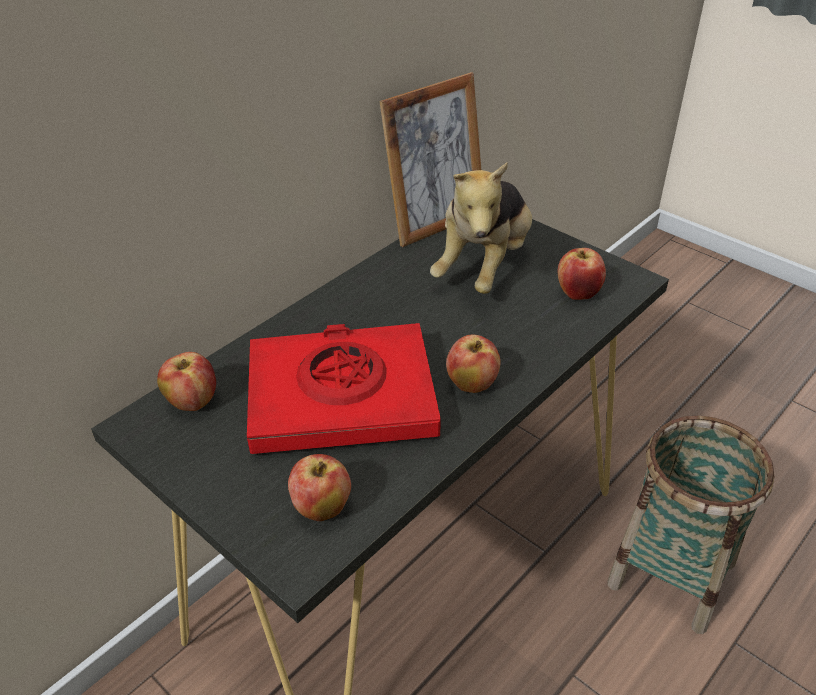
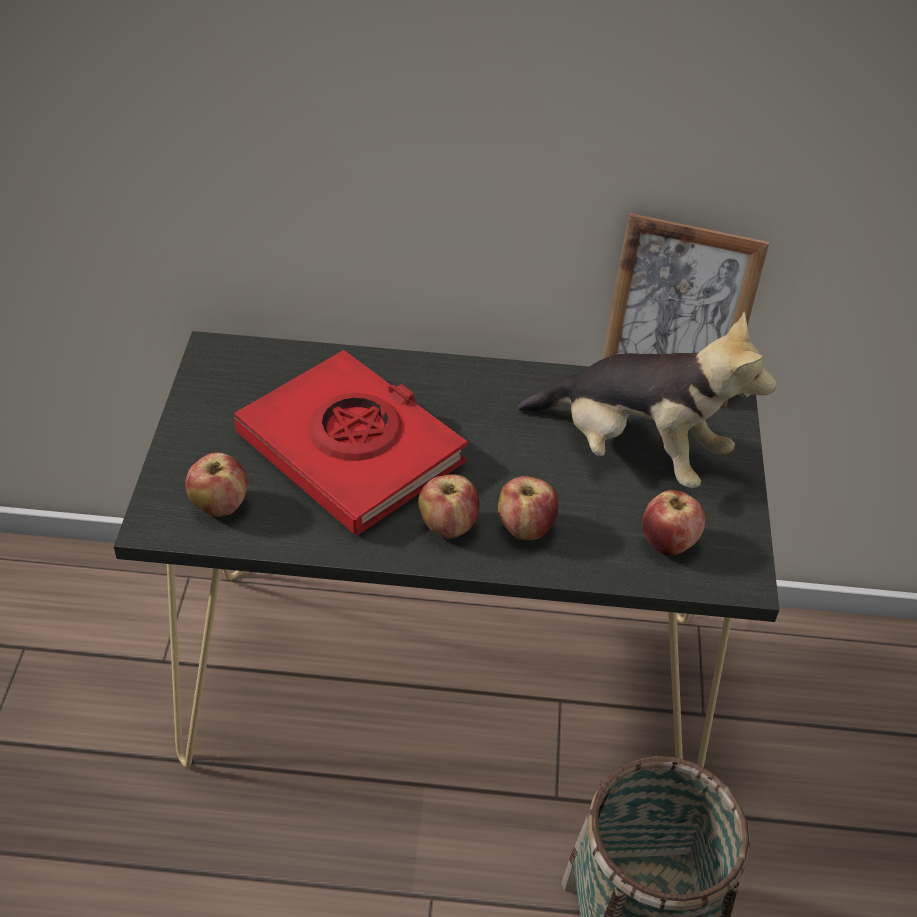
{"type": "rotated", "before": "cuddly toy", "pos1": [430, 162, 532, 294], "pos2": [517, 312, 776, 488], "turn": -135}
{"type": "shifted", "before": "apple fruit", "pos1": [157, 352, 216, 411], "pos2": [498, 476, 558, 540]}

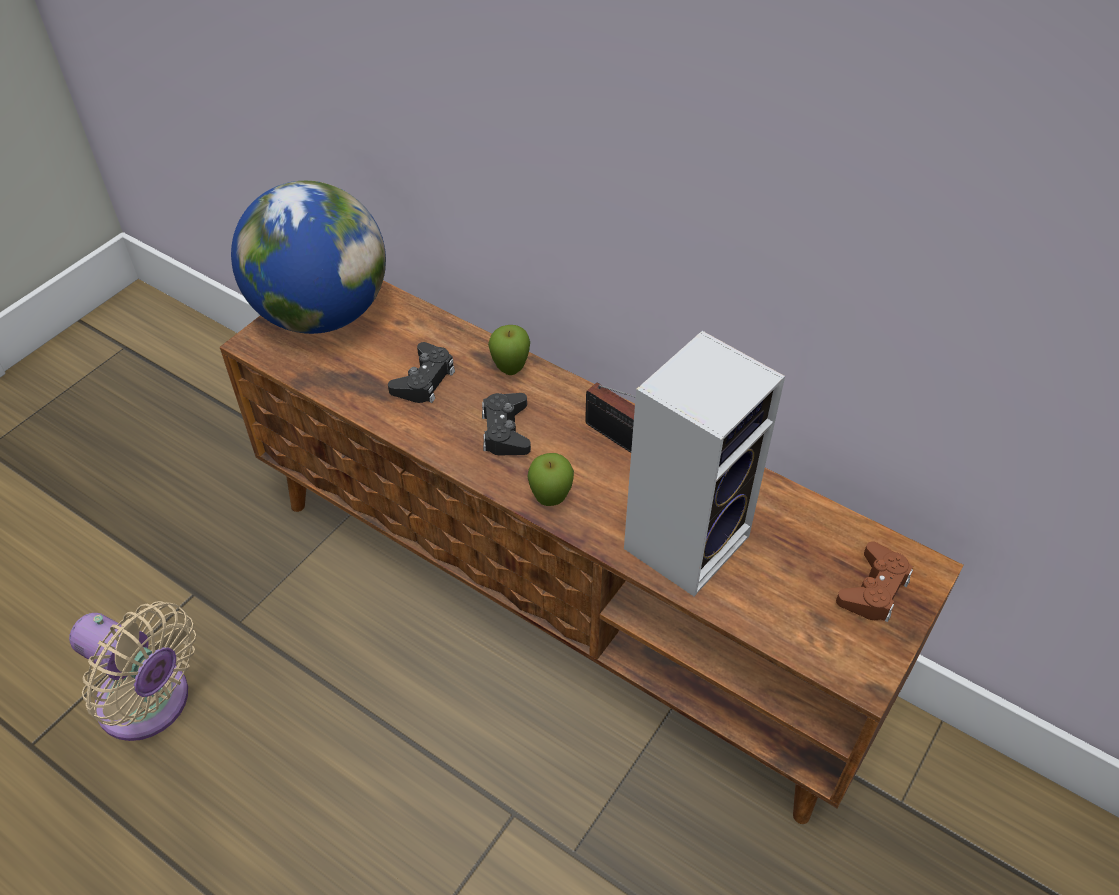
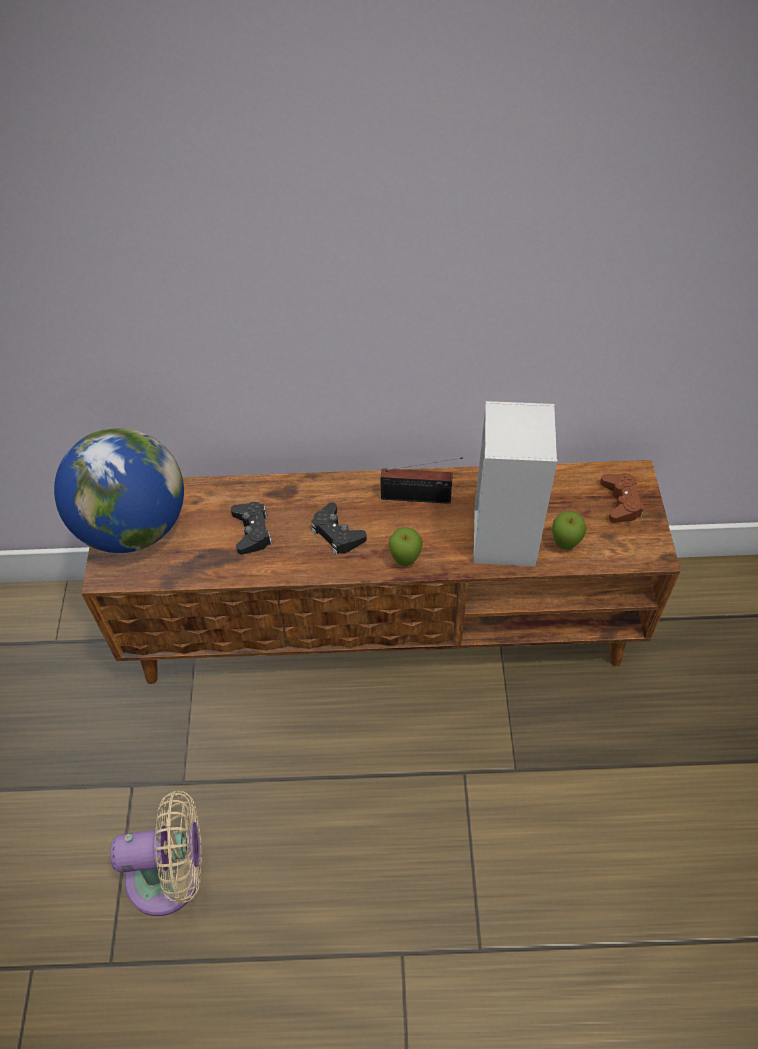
{"type": "shifted", "before": "apple fruit", "pos1": [488, 325, 530, 375], "pos2": [552, 511, 587, 549]}

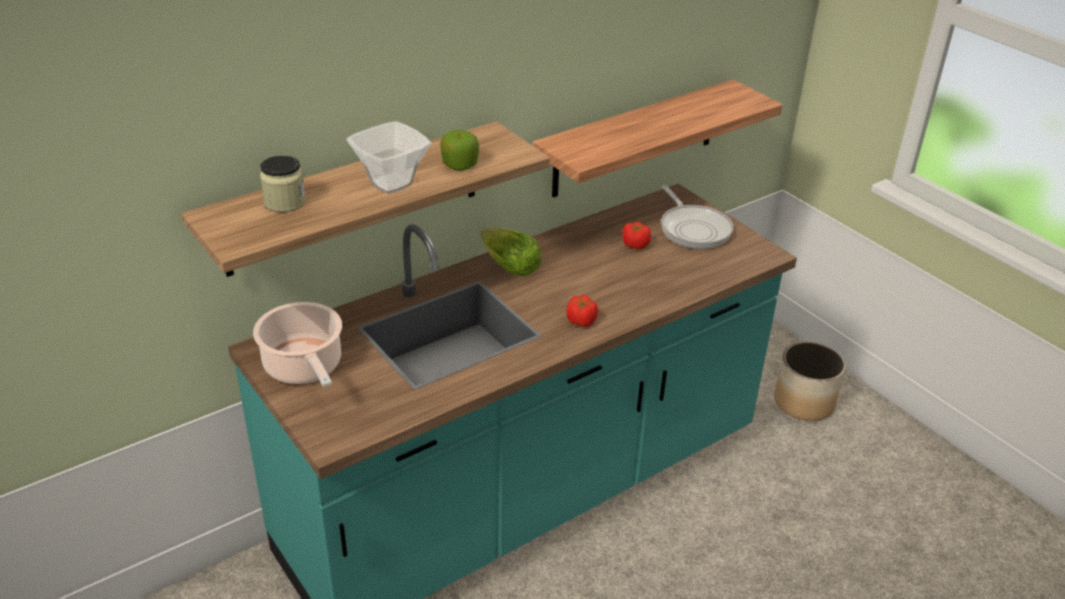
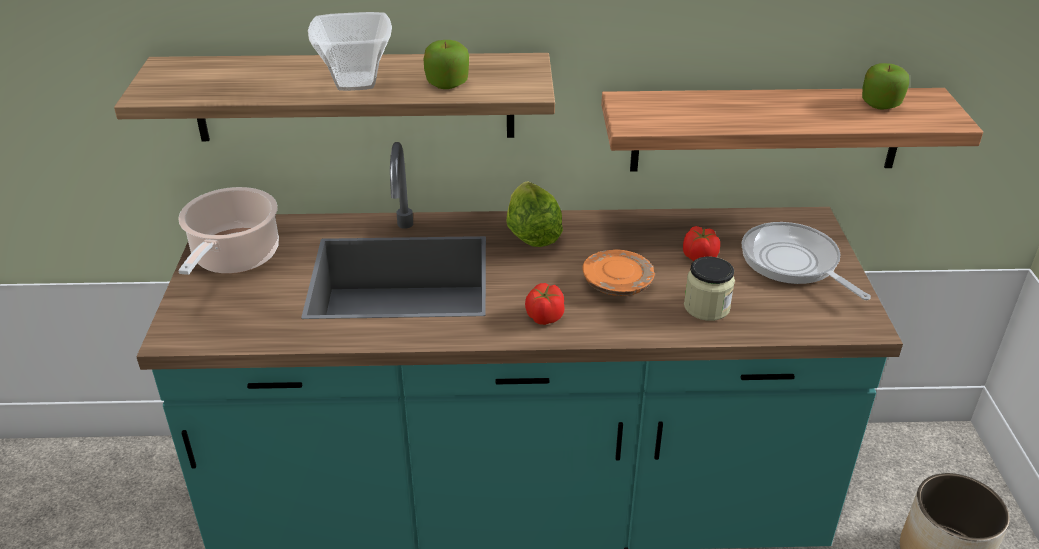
{"type": "shifted", "before": "jar", "pos1": [260, 155, 306, 212], "pos2": [684, 257, 735, 321]}
{"type": "rotated", "before": "skillet", "pos1": [661, 186, 733, 249], "pos2": [742, 222, 871, 300], "turn": 135}
{"type": "new", "after": "apple fruit", "pos2": [862, 63, 909, 110]}
{"type": "new", "after": "orange plate", "pos2": [582, 249, 655, 296]}

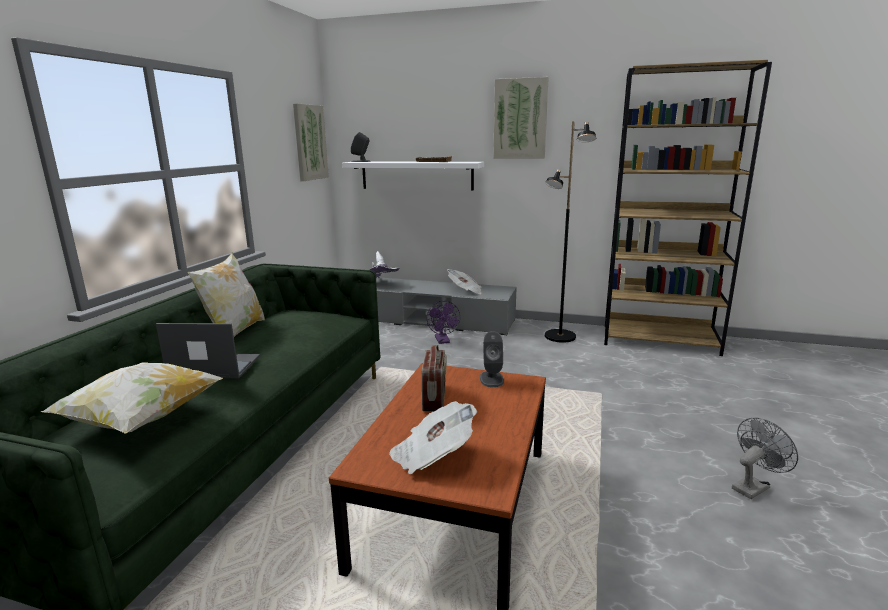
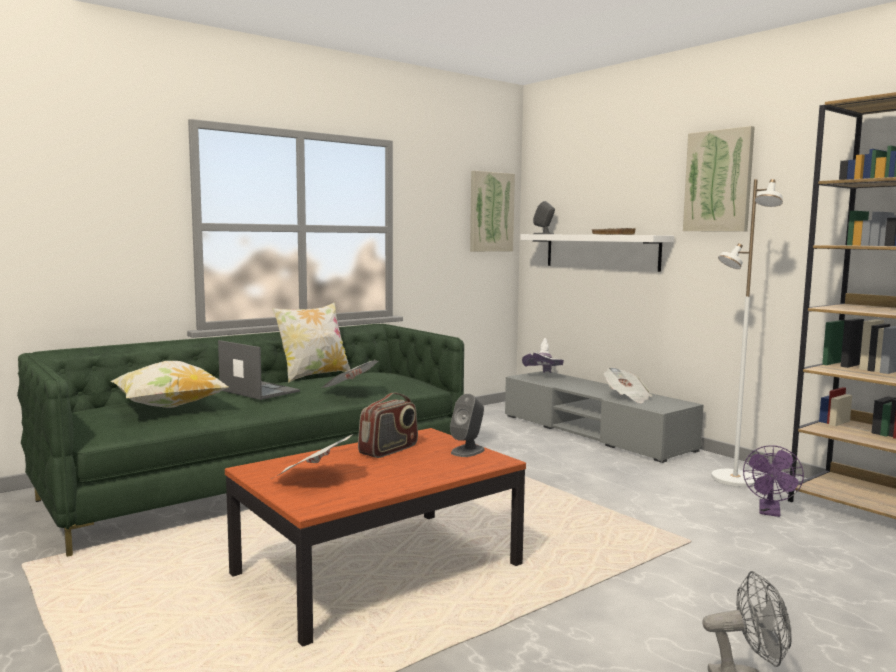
{"type": "repainted", "before": "black standing lamp", "after": "whitish standing lamp", "pos1": [545, 121, 596, 343], "pos2": [712, 179, 783, 487]}
{"type": "shifted", "before": "purple-coloured cooling fan", "pos1": [427, 301, 460, 344], "pos2": [743, 445, 804, 517]}
{"type": "new", "after": "daily paper", "pos2": [321, 360, 378, 388]}

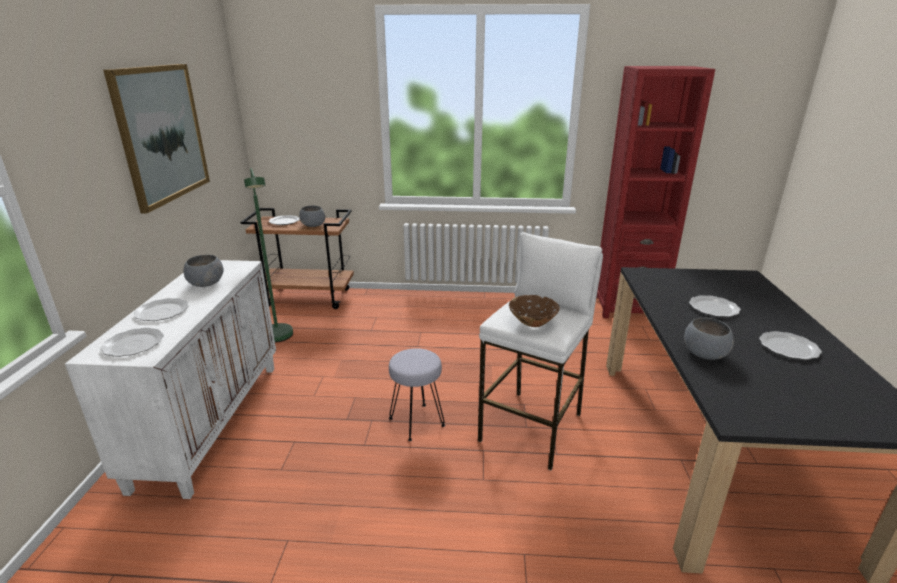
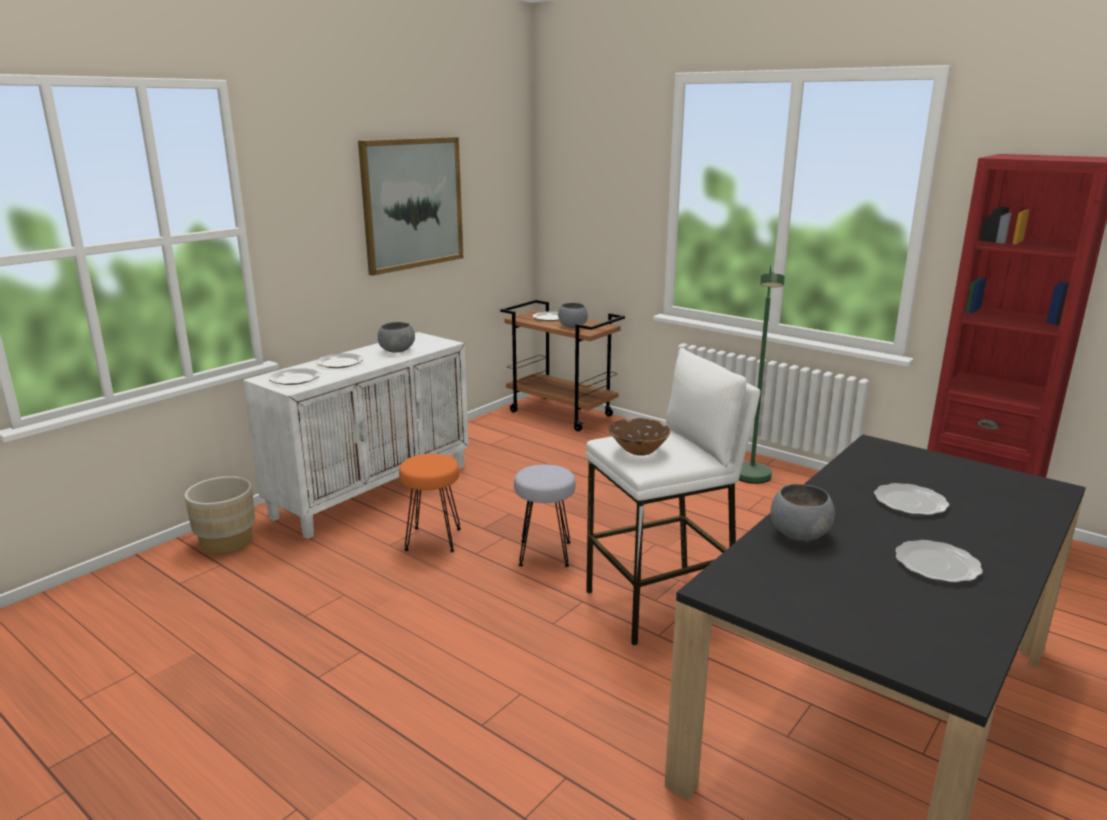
{"type": "shifted", "before": "green-coloured standing lamp", "pos1": [244, 168, 293, 342], "pos2": [739, 264, 785, 484]}
{"type": "new", "after": "orange stool seat", "pos2": [399, 454, 461, 552]}
{"type": "new", "after": "beige planter", "pos2": [184, 476, 255, 554]}

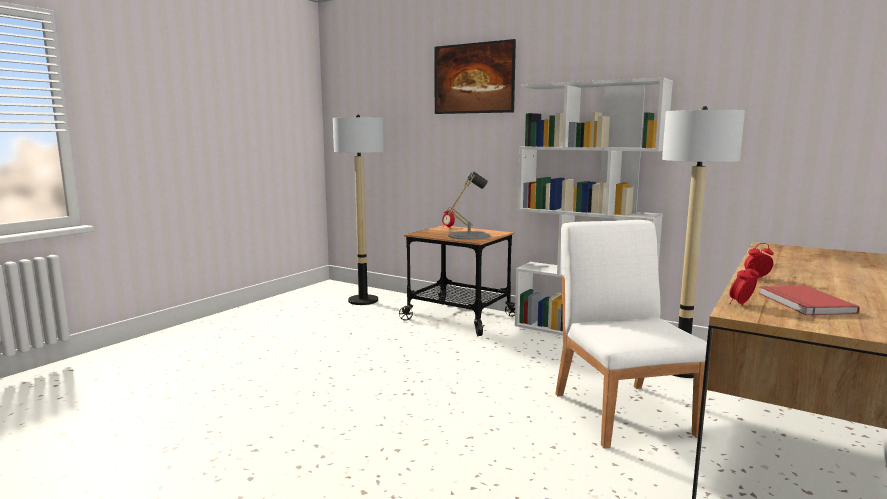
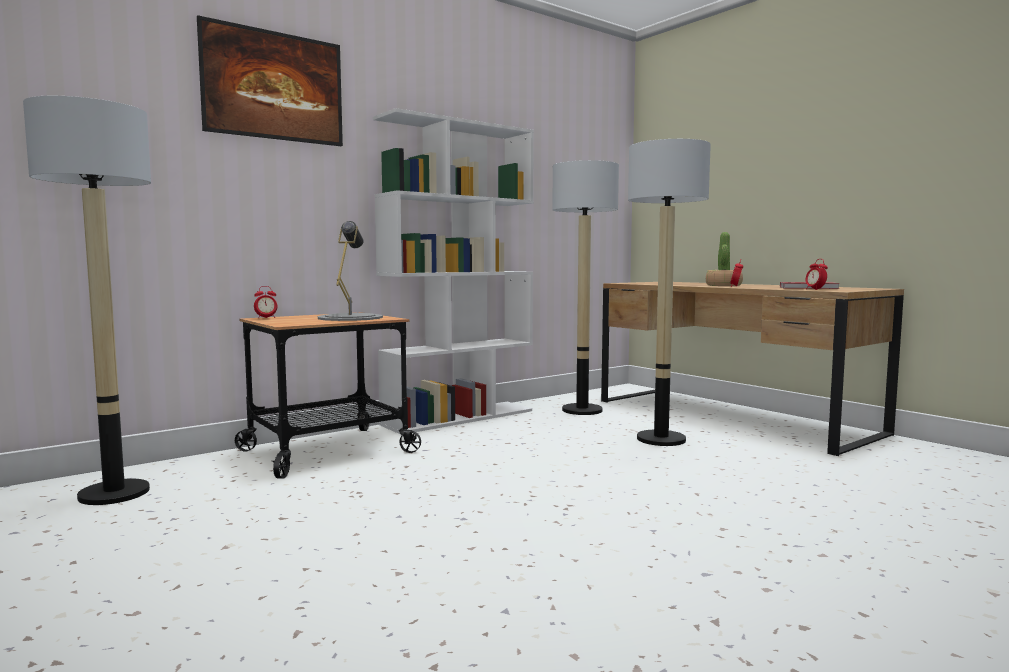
{"type": "swapped", "before": "whitish upright chair", "after": "standing lamp", "pos1": [555, 220, 707, 449], "pos2": [628, 139, 711, 446]}
{"type": "new", "after": "potted plant", "pos2": [706, 232, 743, 286]}

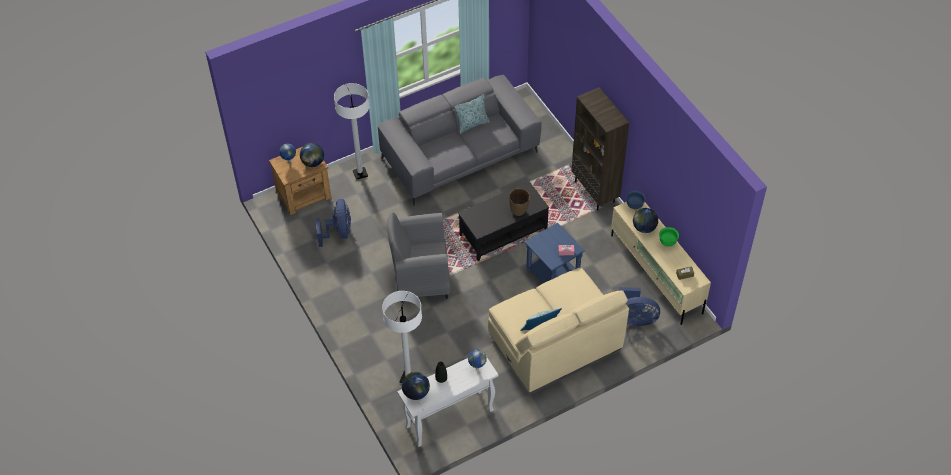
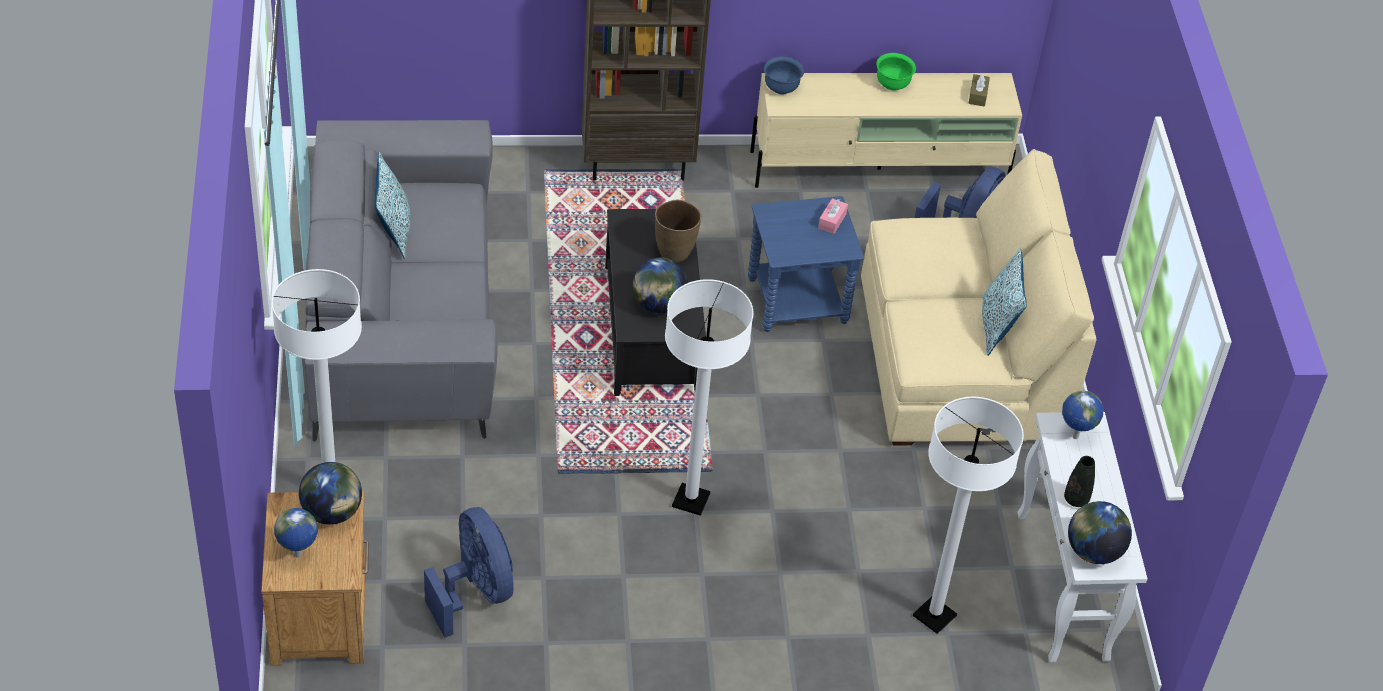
{"type": "rotated", "before": "bluish cooling fan", "pos1": [316, 199, 351, 247], "pos2": [424, 507, 514, 638], "turn": 45}
{"type": "shifted", "before": "desk globe", "pos1": [633, 208, 658, 233], "pos2": [632, 257, 688, 313]}
{"type": "swapped", "before": "gray lounge chair", "after": "whitish standing lamp", "pos1": [387, 212, 450, 303], "pos2": [665, 279, 754, 516]}

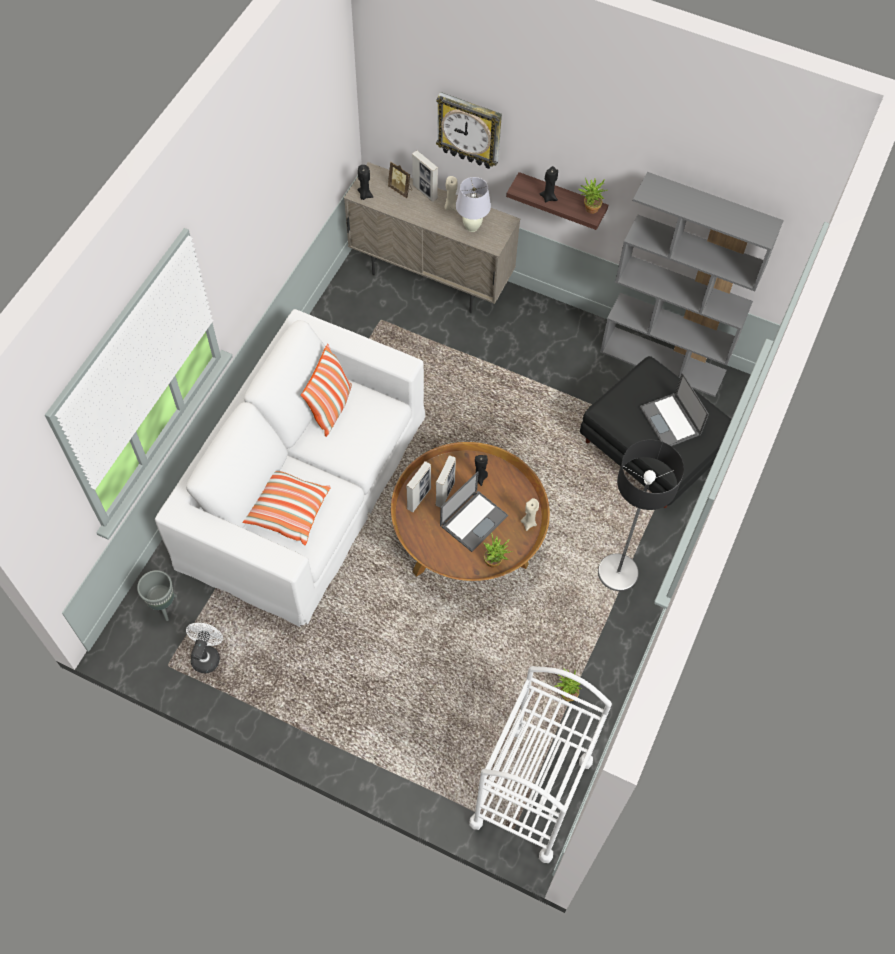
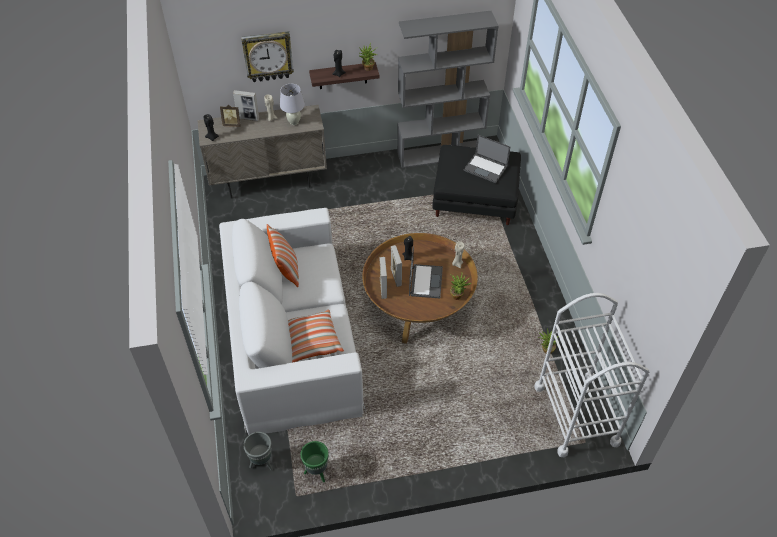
{"type": "gone", "before": "standing lamp", "pos1": [598, 440, 684, 592]}
{"type": "swapped", "before": "whitish cooling fan", "after": "green-coloured planter", "pos1": [186, 623, 223, 673], "pos2": [300, 441, 329, 482]}

